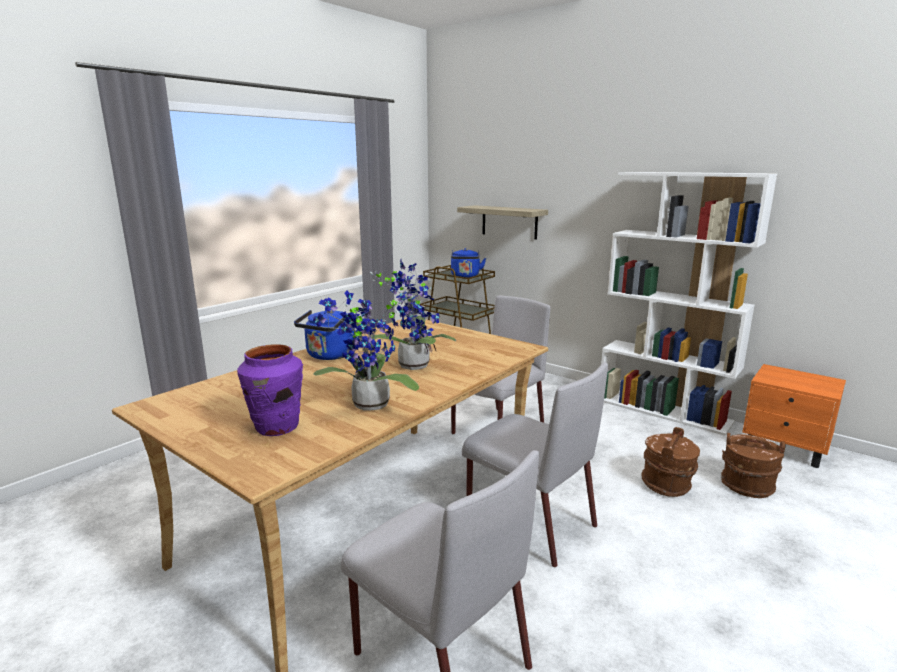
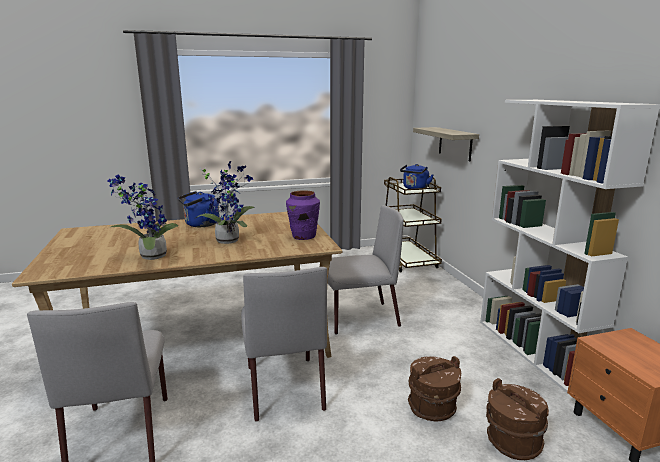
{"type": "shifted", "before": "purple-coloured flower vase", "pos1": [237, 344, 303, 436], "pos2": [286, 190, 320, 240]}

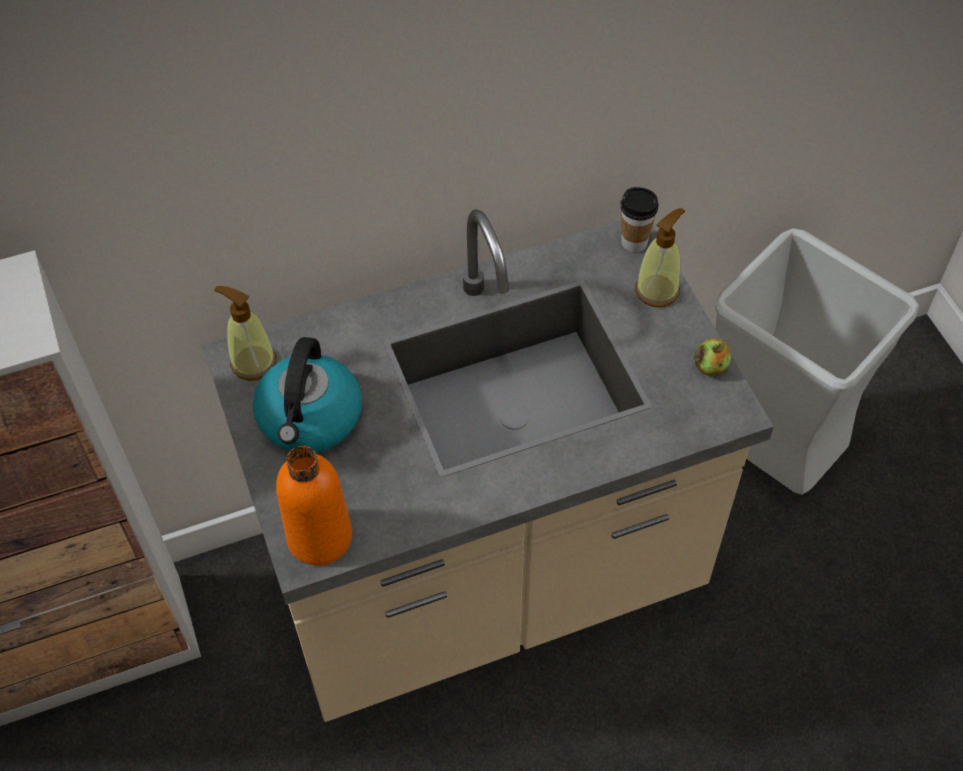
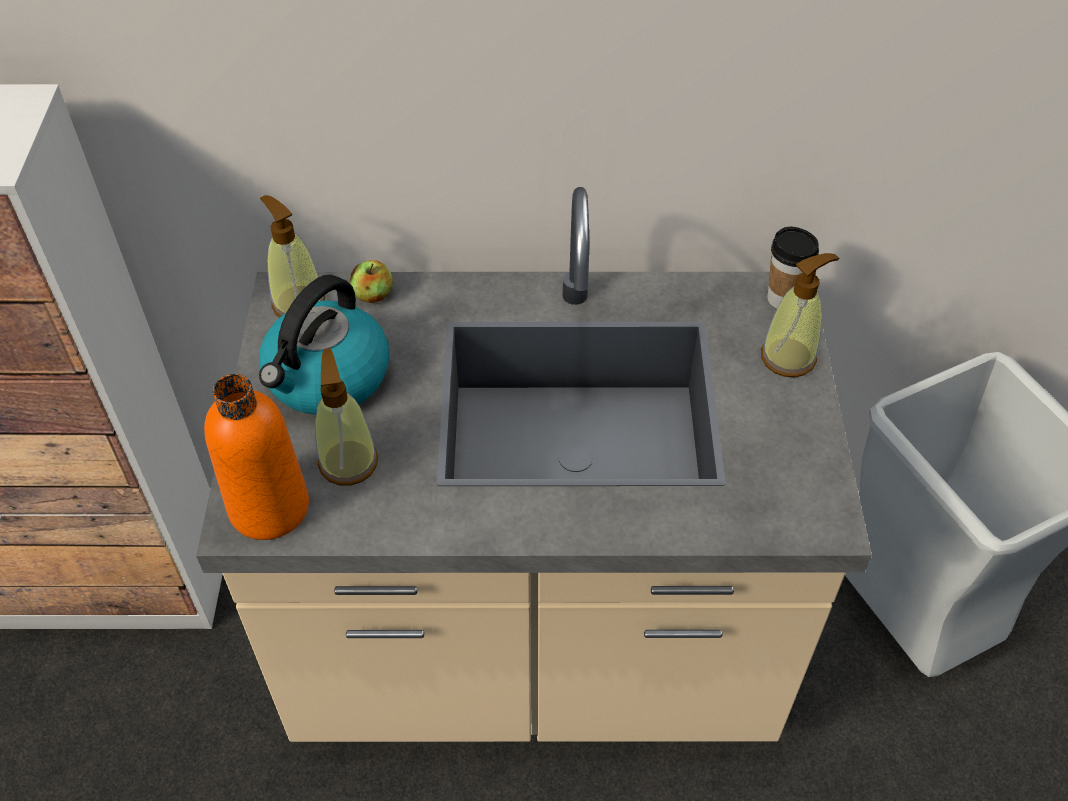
{"type": "shifted", "before": "apple fruit", "pos1": [694, 338, 731, 375], "pos2": [350, 260, 393, 303]}
{"type": "new", "after": "soap dispenser", "pos2": [315, 348, 378, 485]}

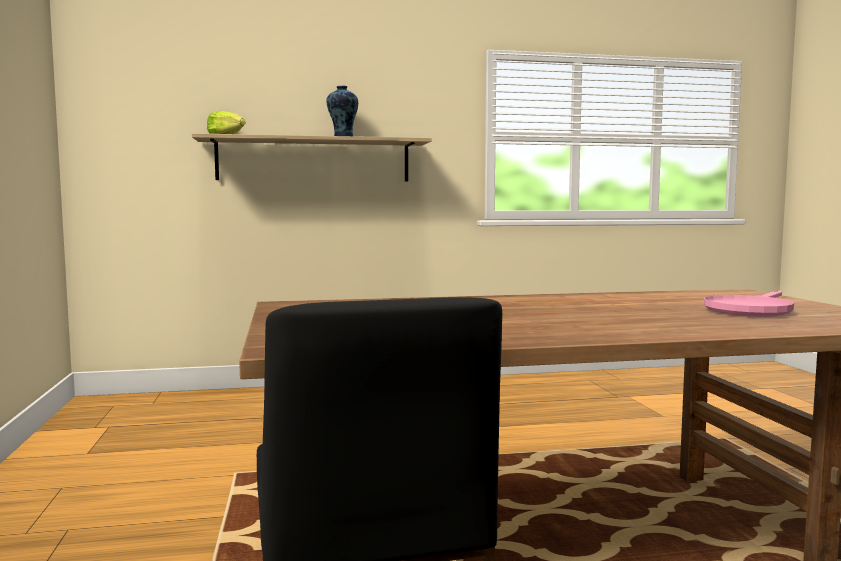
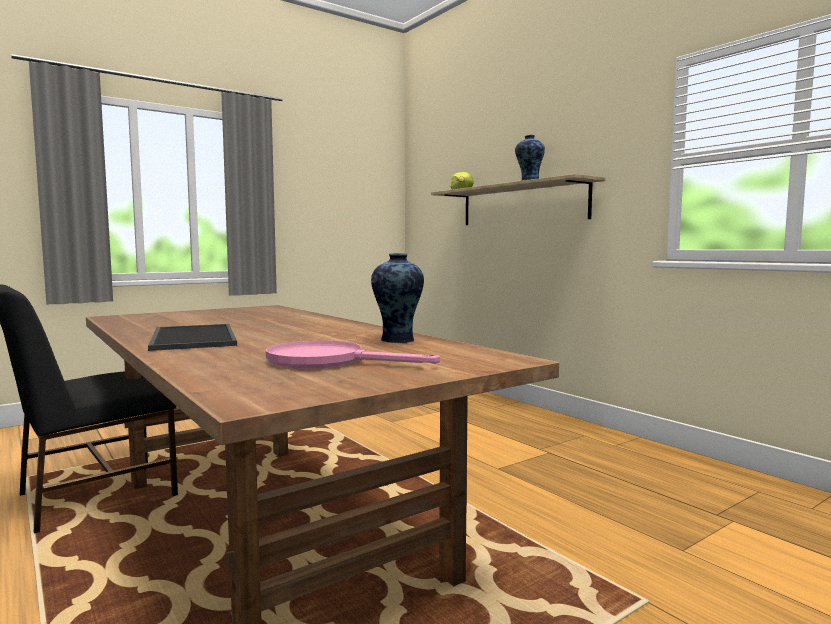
{"type": "new", "after": "flower vase", "pos2": [371, 253, 424, 343]}
{"type": "new", "after": "carrying tray", "pos2": [148, 324, 237, 351]}

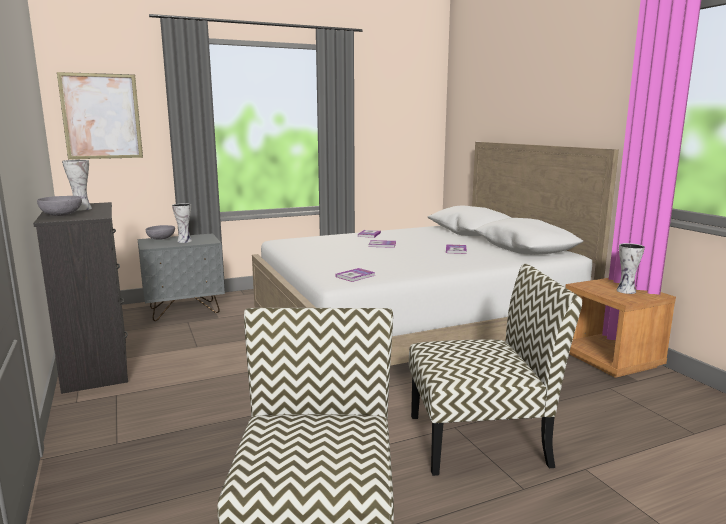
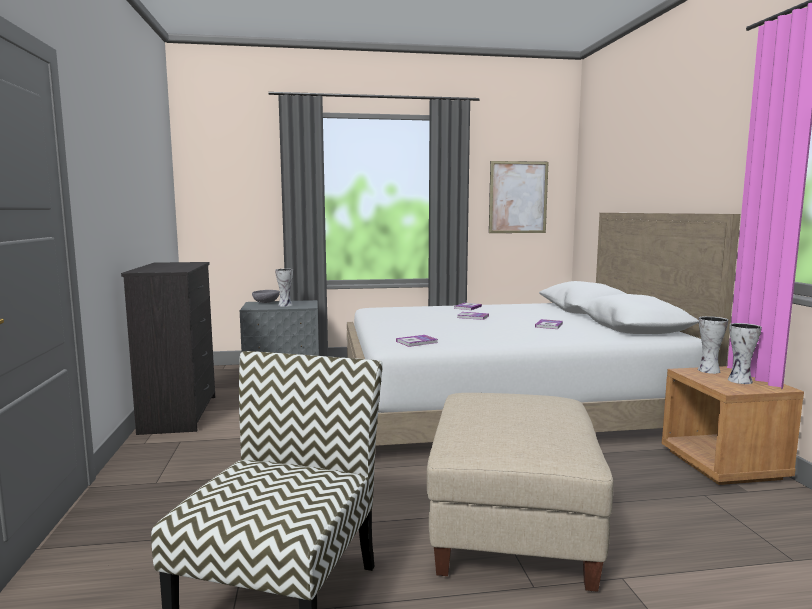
{"type": "shifted", "before": "wall art", "pos1": [57, 72, 143, 159], "pos2": [489, 161, 548, 233]}
{"type": "shifted", "before": "flower vase", "pos1": [62, 160, 92, 211], "pos2": [697, 316, 728, 374]}
{"type": "gone", "before": "gray serving bowl", "pos1": [37, 196, 82, 216]}
{"type": "swapped", "before": "upright chair", "after": "beige footrest", "pos1": [409, 264, 582, 476], "pos2": [427, 393, 614, 592]}

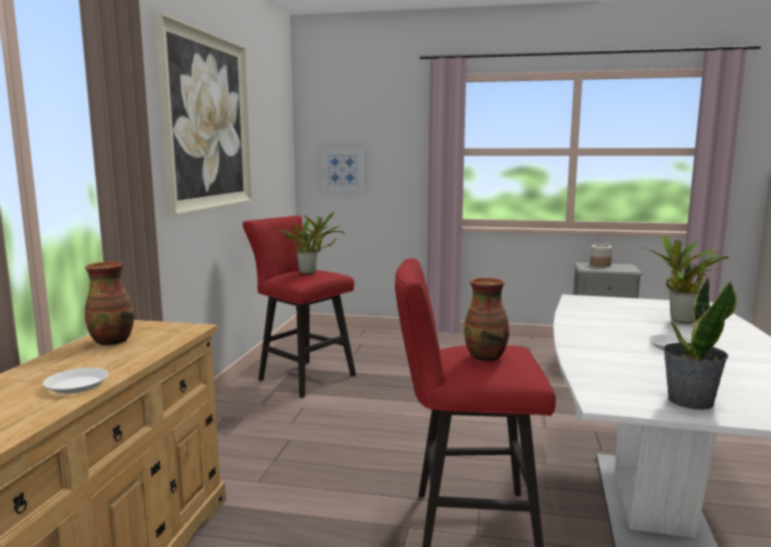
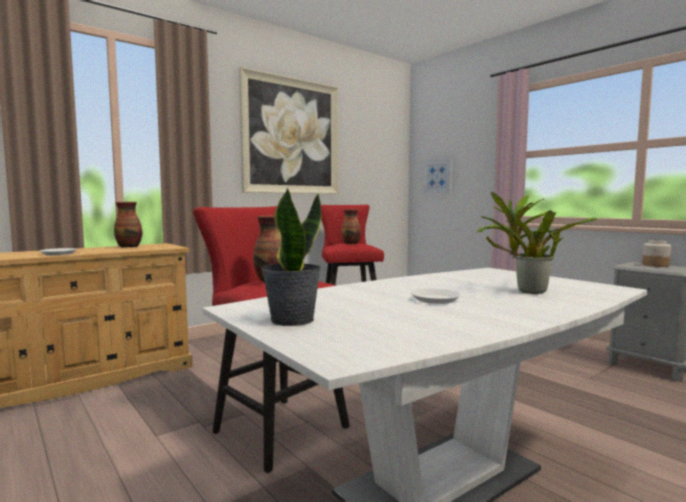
{"type": "swapped", "before": "potted plant", "after": "flower vase", "pos1": [271, 211, 344, 274], "pos2": [341, 209, 361, 244]}

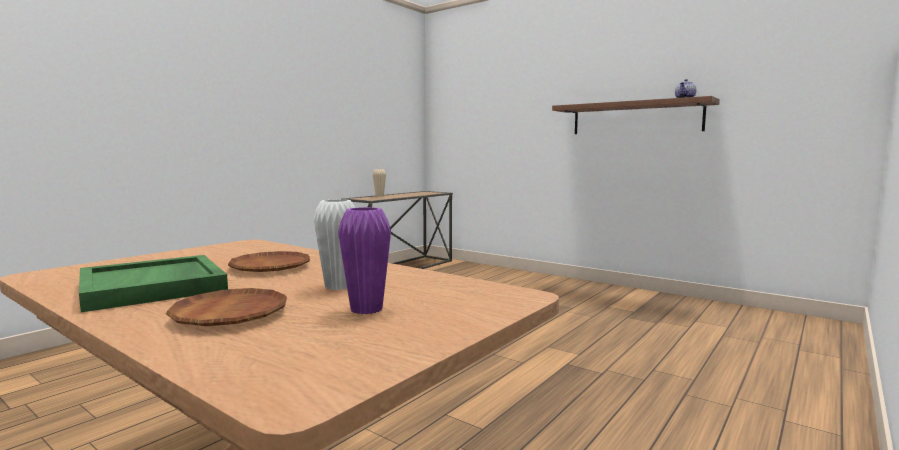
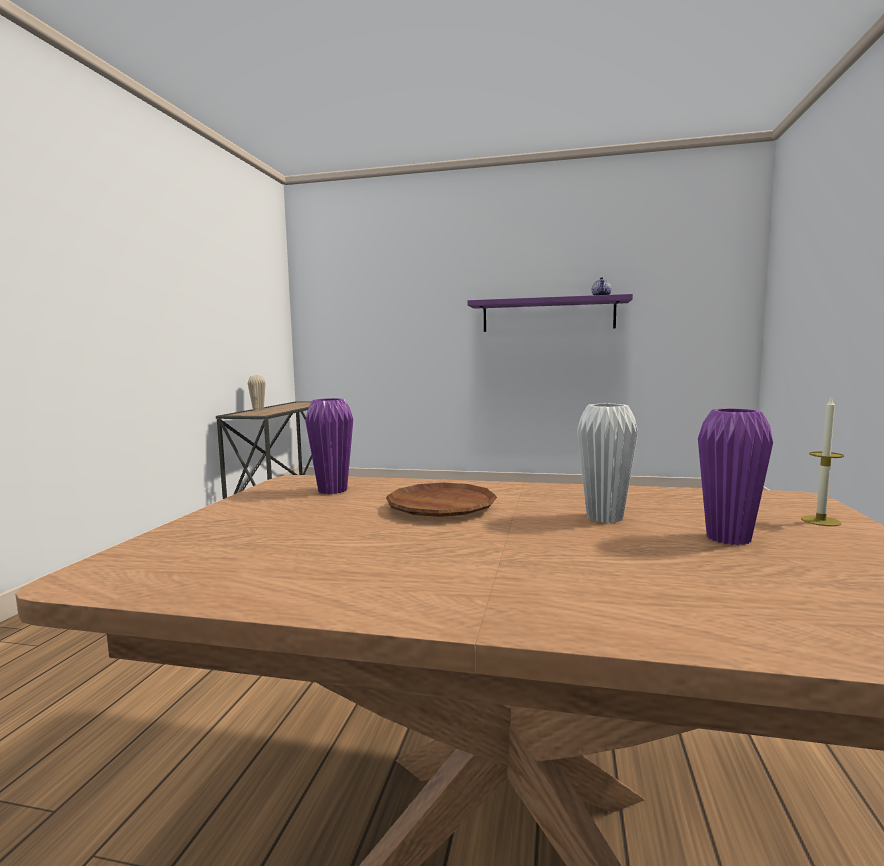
{"type": "repainted", "before": "brown bracket shelf", "after": "purple-coloured bracket shelf", "pos1": [552, 96, 720, 134], "pos2": [467, 294, 633, 332]}
{"type": "gone", "before": "green-coloured carrying tray", "pos1": [79, 255, 228, 312]}
{"type": "gone", "before": "brown plate", "pos1": [166, 288, 287, 326]}
{"type": "new", "after": "purple-coloured flower vase", "pos2": [305, 398, 353, 494]}
{"type": "new", "after": "candle", "pos2": [801, 398, 844, 526]}

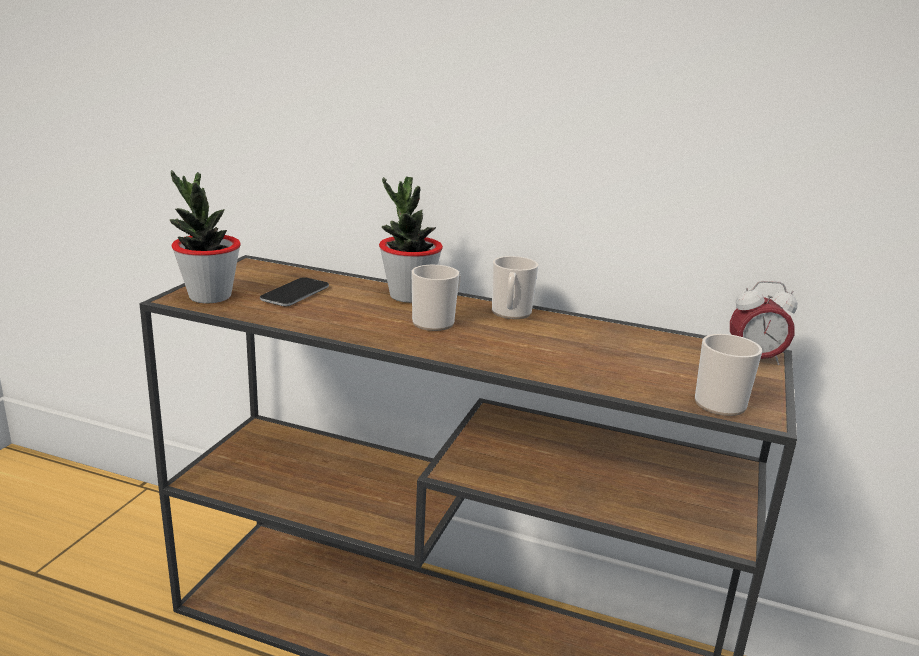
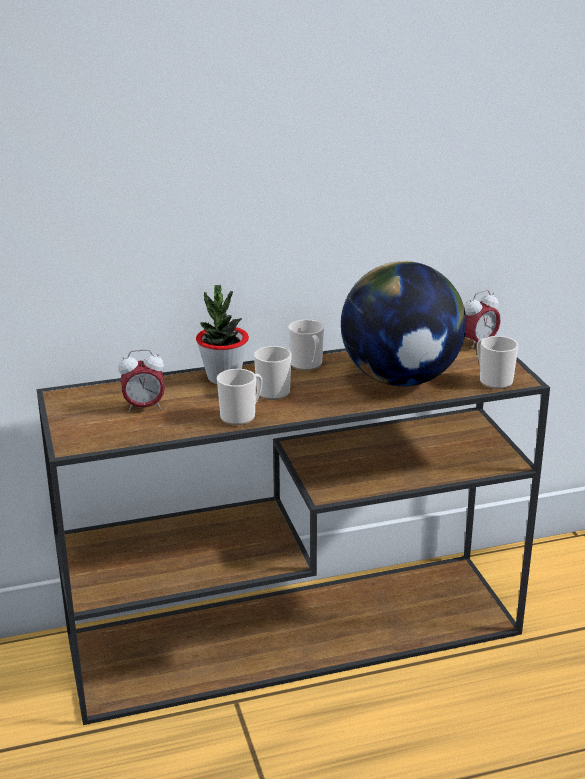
{"type": "gone", "before": "potted plant", "pos1": [170, 170, 241, 304]}
{"type": "swapped", "before": "handset", "after": "alarm clock", "pos1": [260, 277, 329, 306], "pos2": [118, 349, 165, 412]}
{"type": "new", "after": "desk globe", "pos2": [341, 261, 466, 386]}
{"type": "new", "after": "coffee mug", "pos2": [217, 369, 262, 425]}

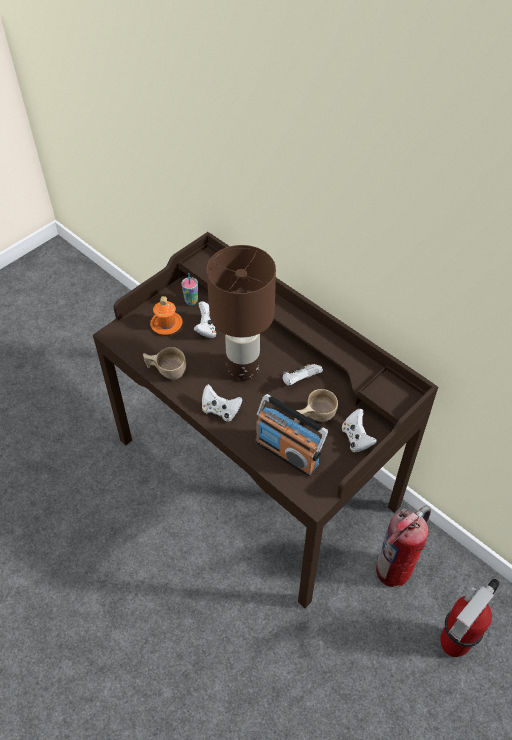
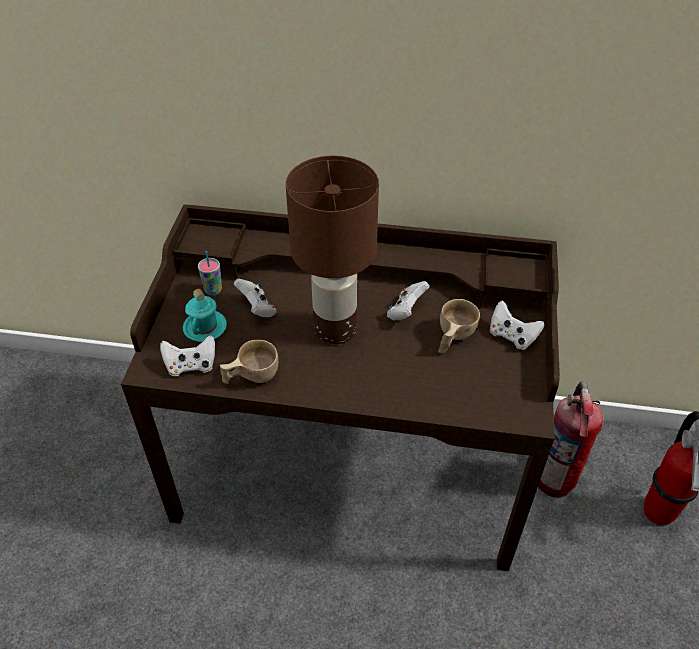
{"type": "repainted", "before": "orange coffee mug", "after": "turquoise coffee mug", "pos1": [150, 296, 183, 335], "pos2": [183, 289, 227, 342]}
{"type": "shifted", "before": "whitish joypad", "pos1": [202, 384, 242, 422], "pos2": [160, 335, 215, 376]}
{"type": "gone", "before": "radio receiver", "pos1": [256, 394, 328, 477]}

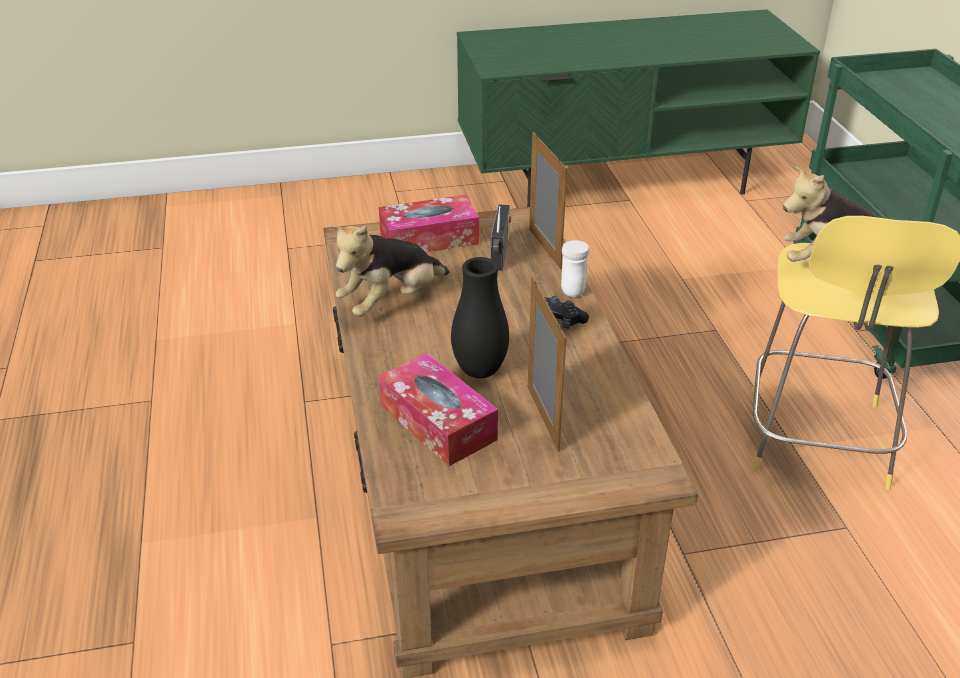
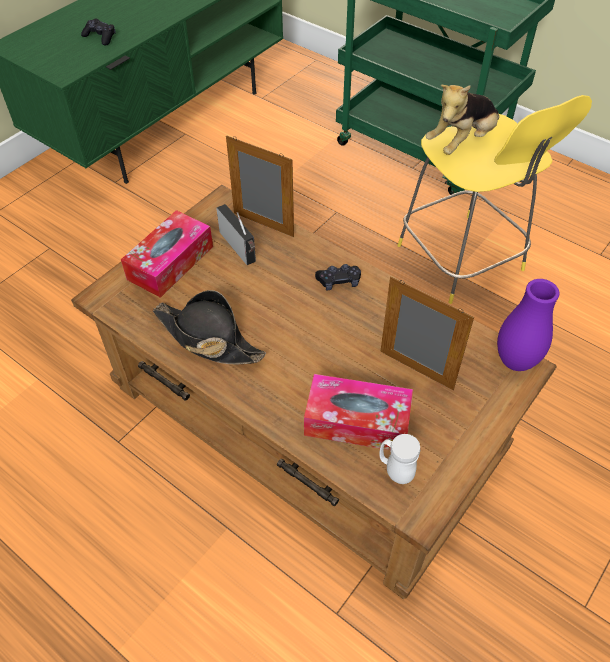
{"type": "swapped", "before": "cuddly toy", "after": "black clothing hat", "pos1": [330, 225, 449, 317], "pos2": [153, 290, 266, 364]}
{"type": "shifted", "before": "whitish coffee mug", "pos1": [561, 240, 589, 297], "pos2": [379, 434, 420, 484]}
{"type": "gone", "before": "black flower vase", "pos1": [451, 257, 509, 378]}
{"type": "new", "after": "black joypad", "pos2": [81, 19, 116, 45]}
{"type": "new", "after": "purple-coloured flower vase", "pos2": [497, 279, 560, 371]}

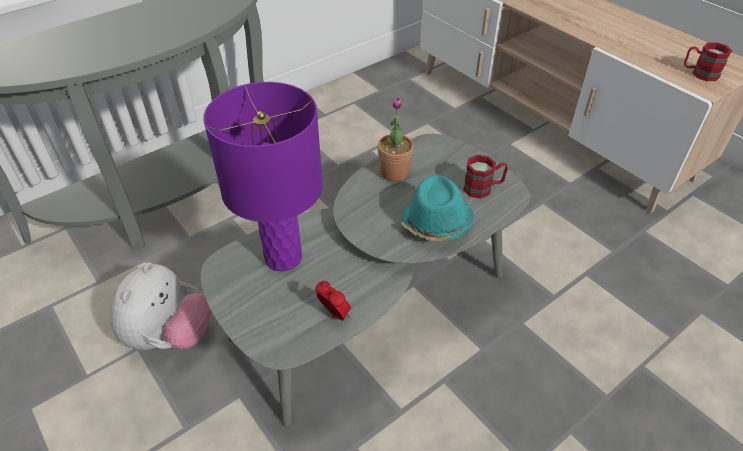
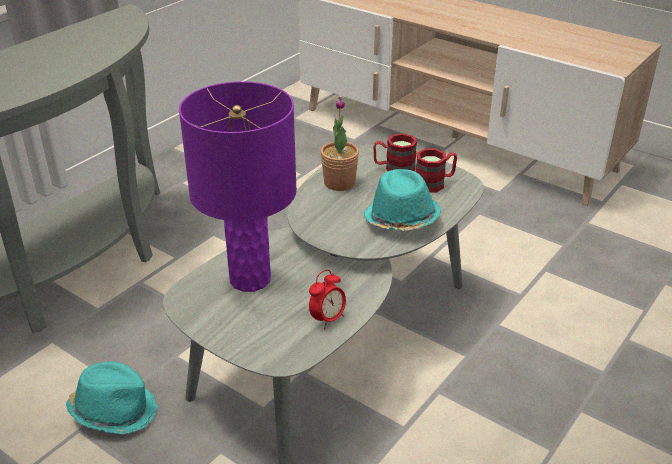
{"type": "shifted", "before": "reddish coffee mug", "pos1": [684, 42, 732, 81], "pos2": [373, 133, 417, 171]}
{"type": "swapped", "before": "cuddly toy", "after": "turquoise clothing hat", "pos1": [110, 262, 212, 350], "pos2": [66, 361, 158, 434]}
{"type": "rotated", "before": "alarm clock", "pos1": [315, 281, 351, 321], "pos2": [309, 270, 346, 330], "turn": 105}

